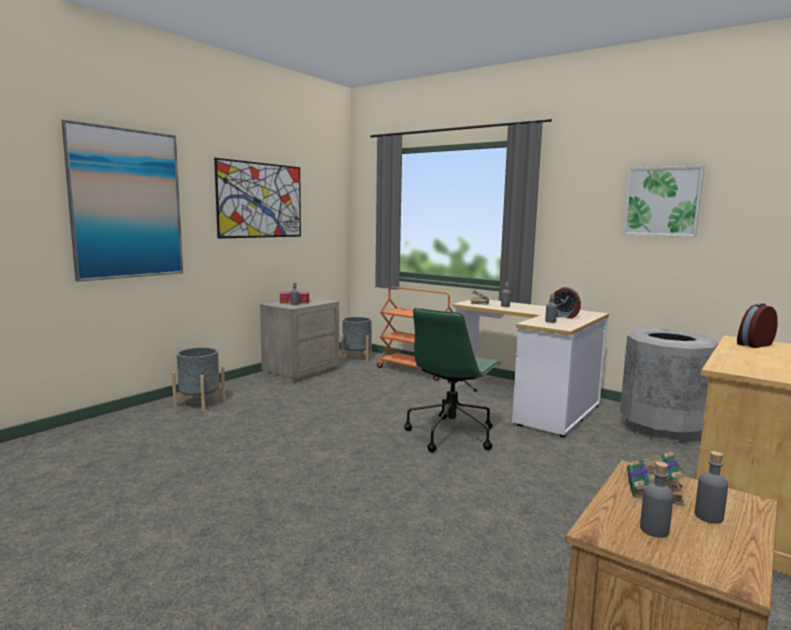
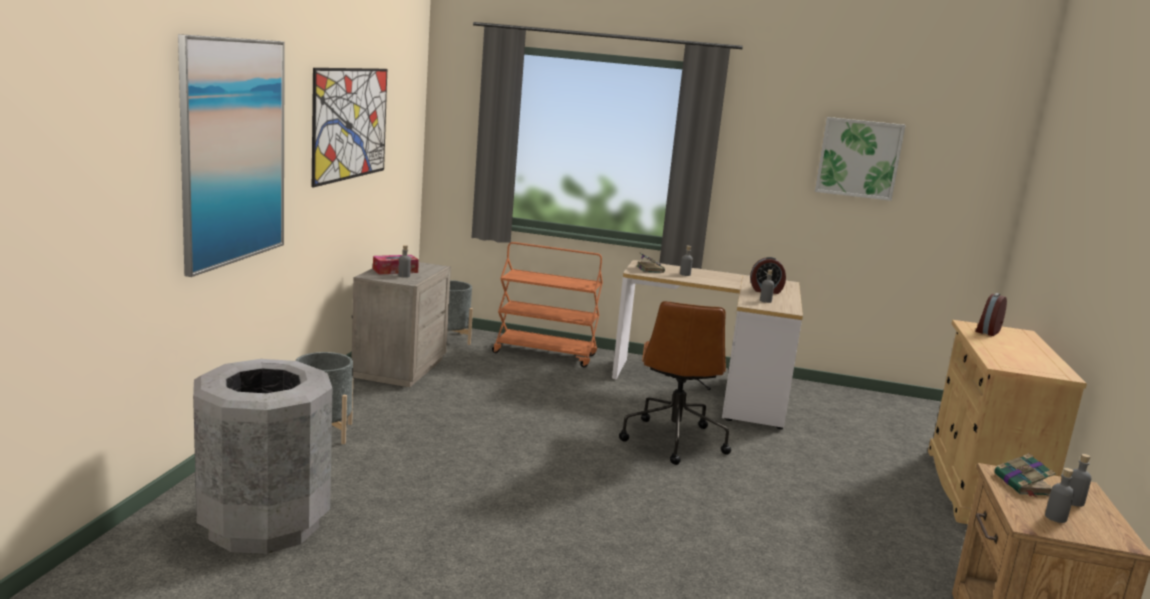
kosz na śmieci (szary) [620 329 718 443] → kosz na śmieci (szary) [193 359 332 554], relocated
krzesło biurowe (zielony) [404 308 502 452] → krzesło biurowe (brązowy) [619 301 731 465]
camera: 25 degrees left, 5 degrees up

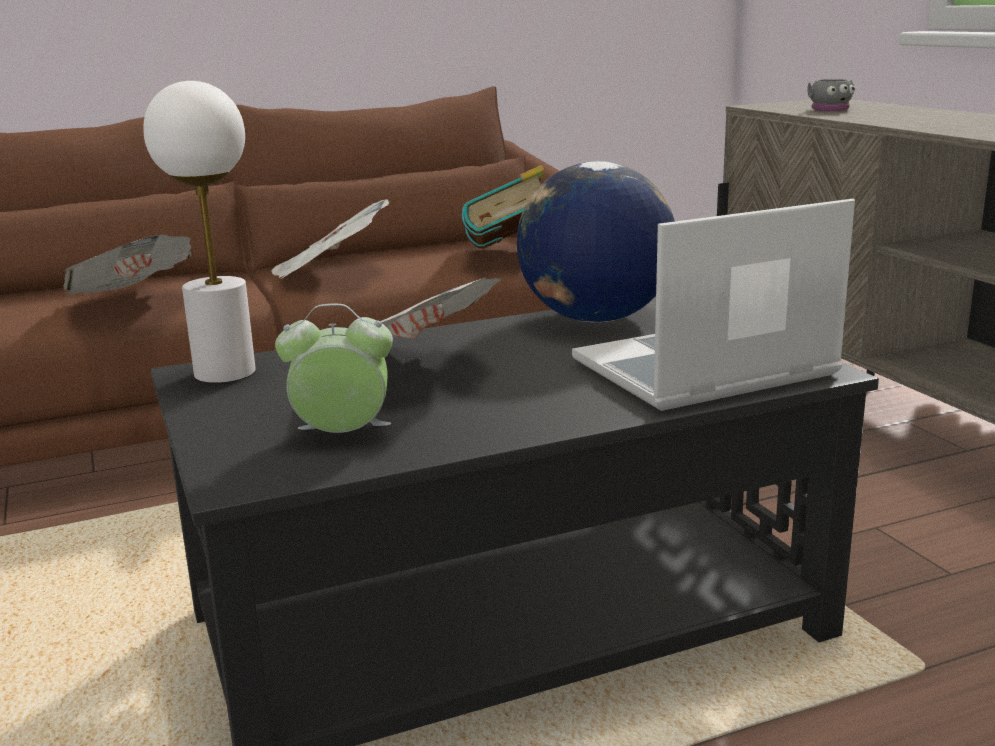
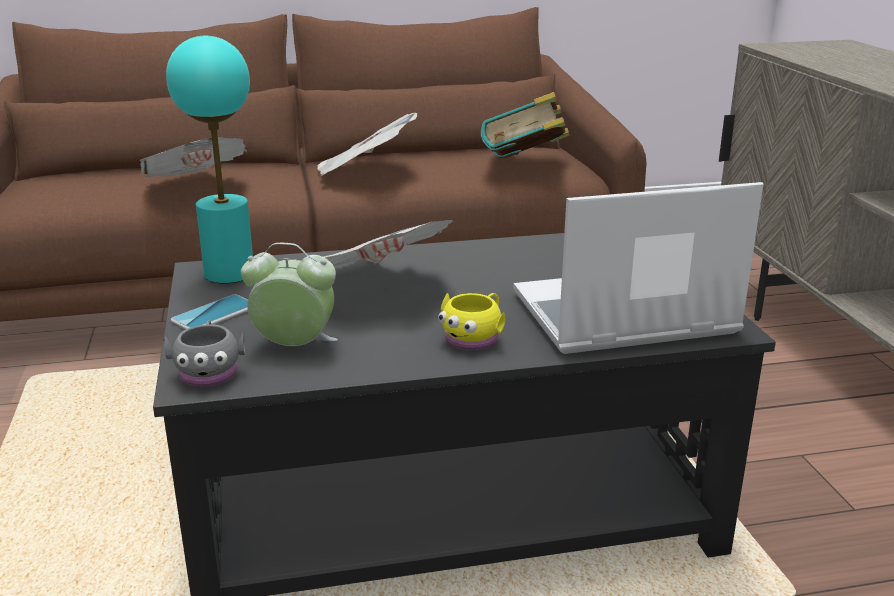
kubek (szary) [807 79 855 111] → kubek (szary) [165 320 245 387], relocated
lampa stołowa (biały) [143 81 256 383] → lampa stołowa (turkusowy) [166 36 253 284]
- → telefon [171 294 248 329]
- → kubek (żółty) [438 293 505 351]
globus [517 161 675 322] → -
camera: 10 degrees right, 5 degrees up

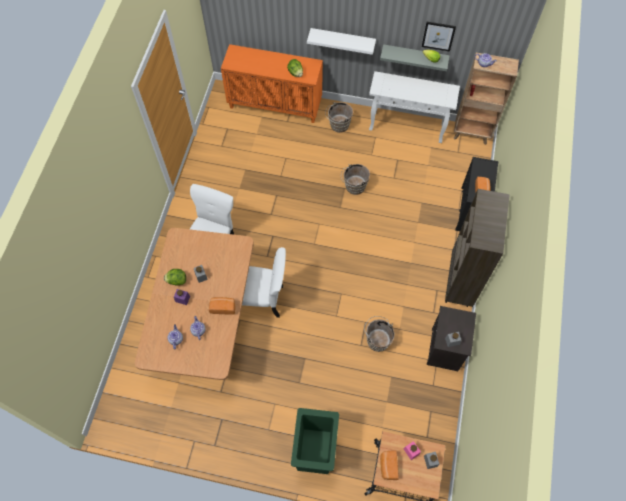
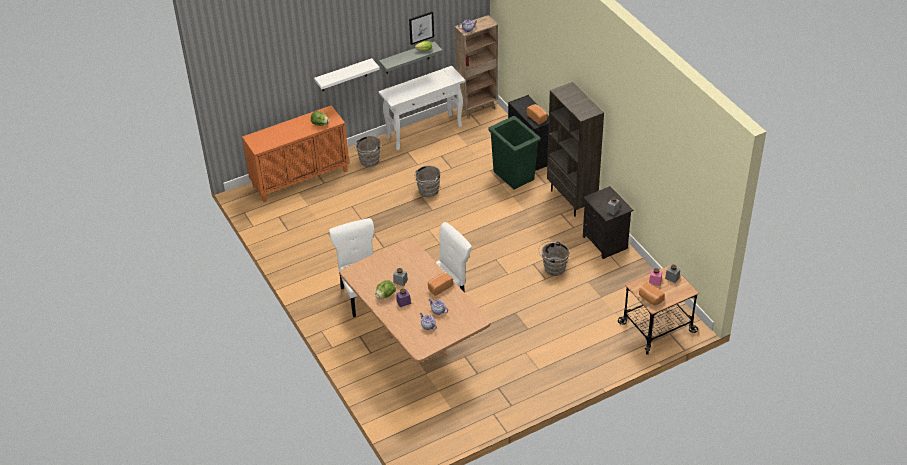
kosz na śmieci (zielony) [291 408 339 474] → kosz na śmieci (zielony) [488 116 541 189], relocated
camera: 40 degrees left, 20 degrees down

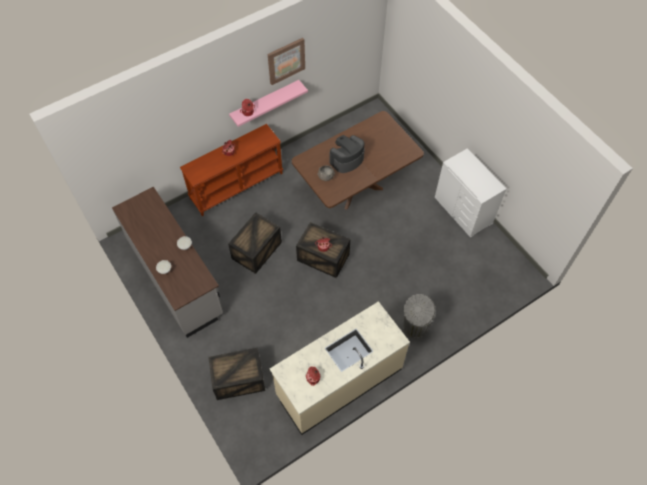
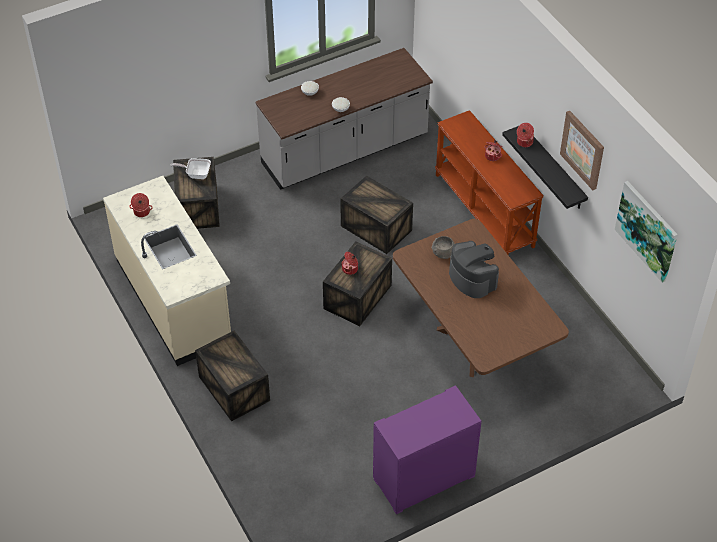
- → patelnia [170 158 211 179]
kosz na śmieci (szary) [404 294 435 339] → skrzynka [195 331 270 421]
komoda (biały) [435 148 506 237] → komoda (fioletowy) [373 385 482 514]
półka (różowy) [229 80 308 127] → półka (czarny) [502 126 588 209]
- → obraz [615 181 678 283]
camera: 95 degrees right, 10 degrees down

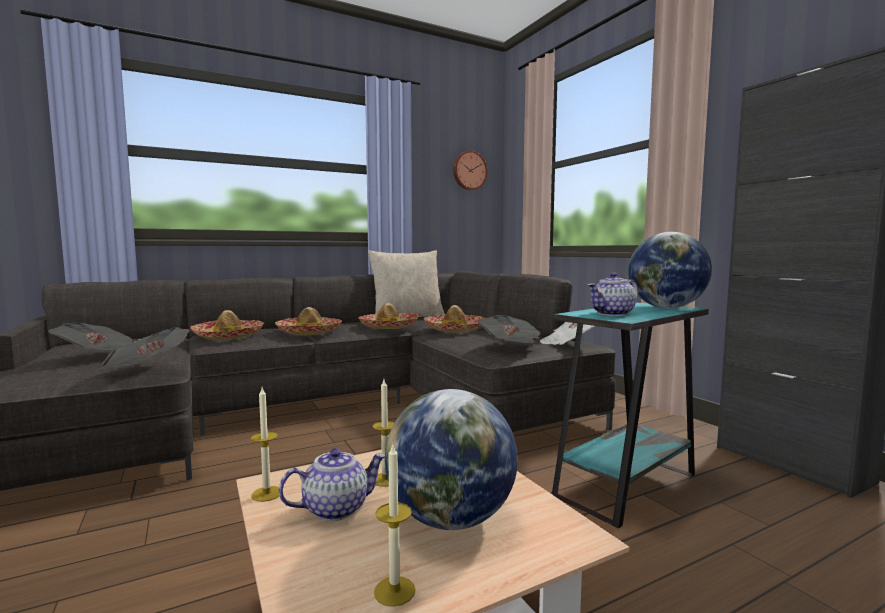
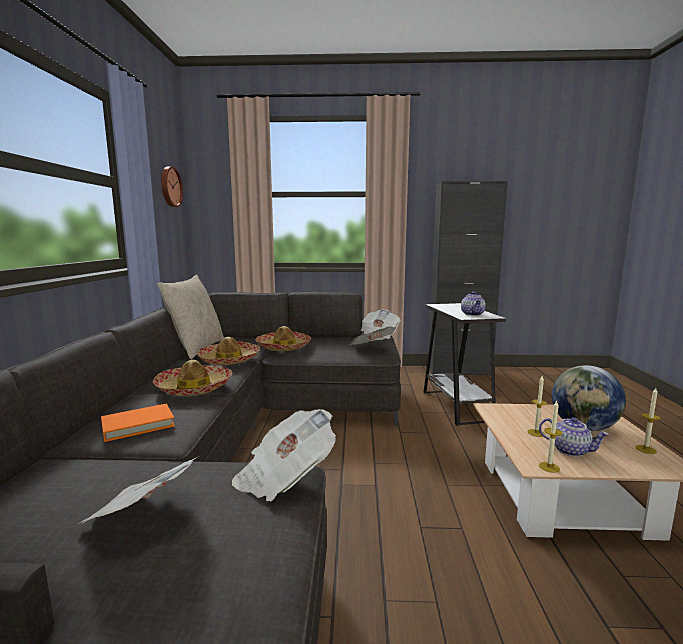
kapelusz [190 310 265 340] → książka (pomarańczowy) [101 404 175 442]
stolik (turkusowy) [552 303 709 528] → stolik (biały) [424 303 506 425]
imbryk [279 448 385 521] → imbryk [539 417 609 457], 120 degrees clockwise
globus [628 232 712 308] → -
camera: 60 degrees left, 5 degrees up

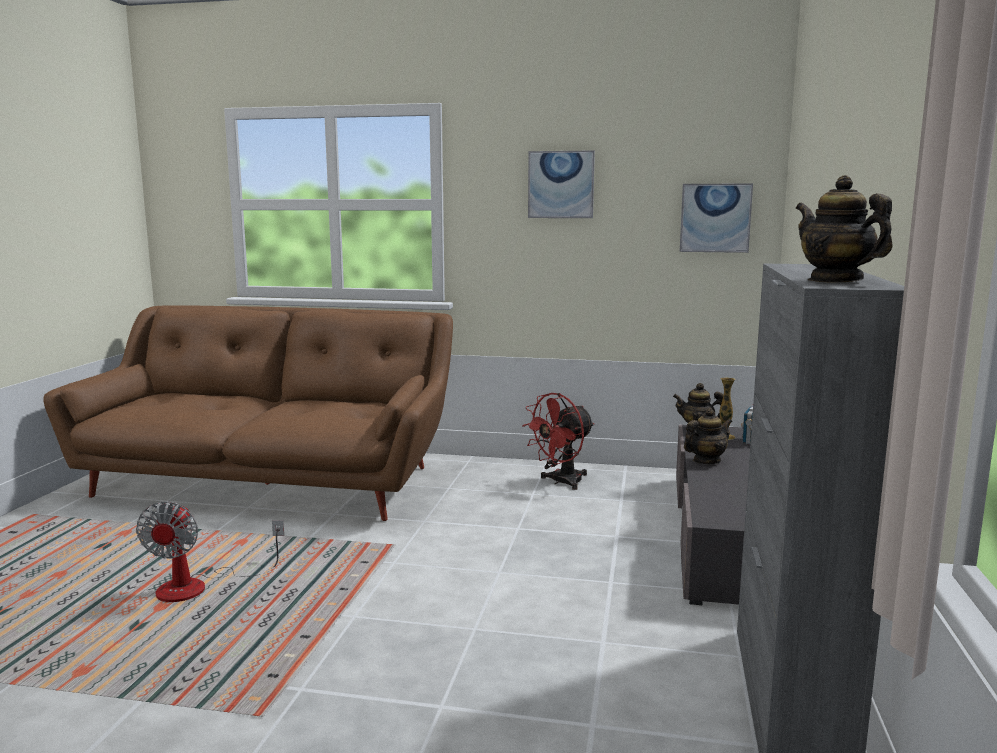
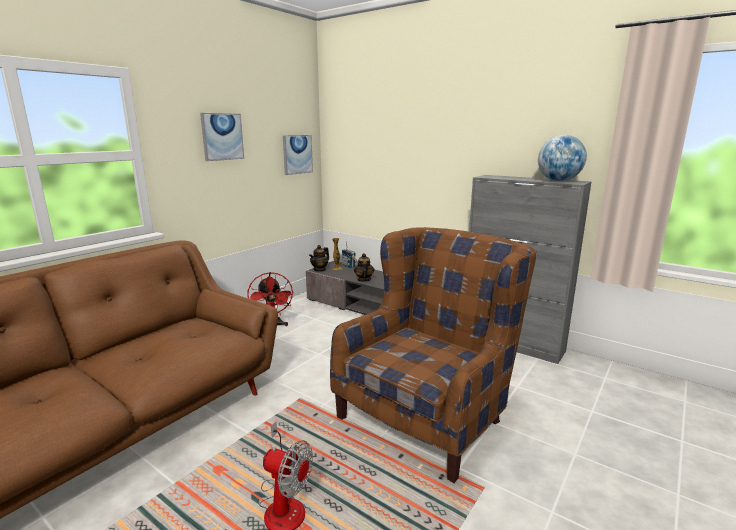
- → fotel (brązowy) [330 227 537 483]
imbryk [796 175 893 282] → globus [538 135 587 181]
camera: 65 degrees left, 5 degrees up

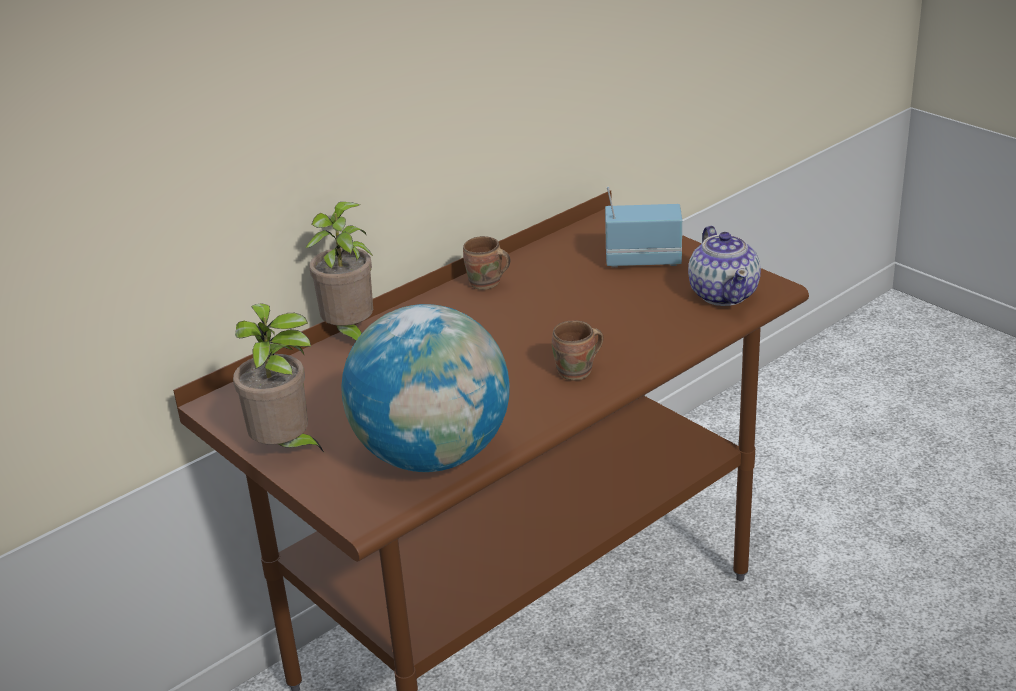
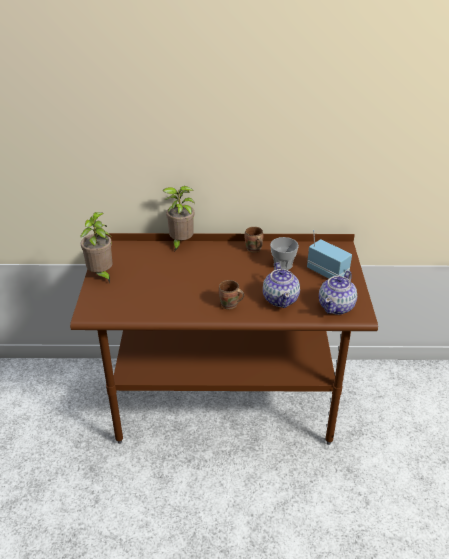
- → imbryk [263 262 300 308]
- → filiżanka [270 237 299 270]
globus [341 304 510 472] → -
camera: 40 degrees right, 5 degrees up

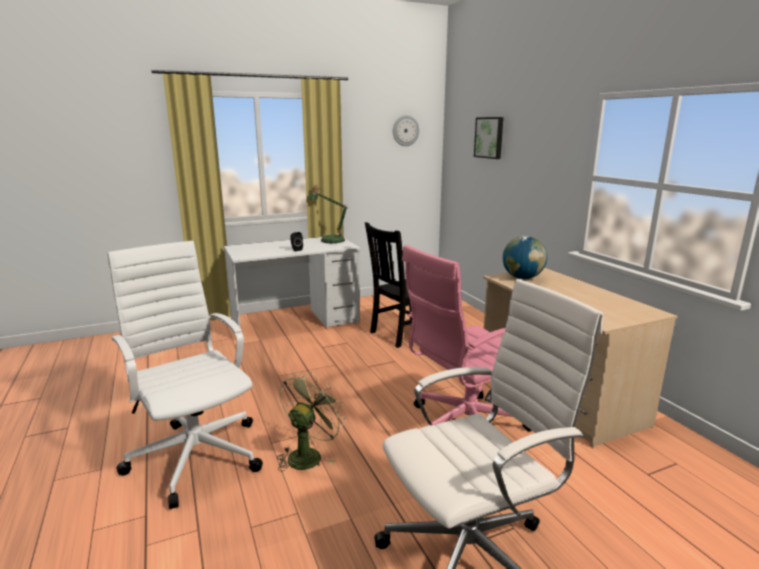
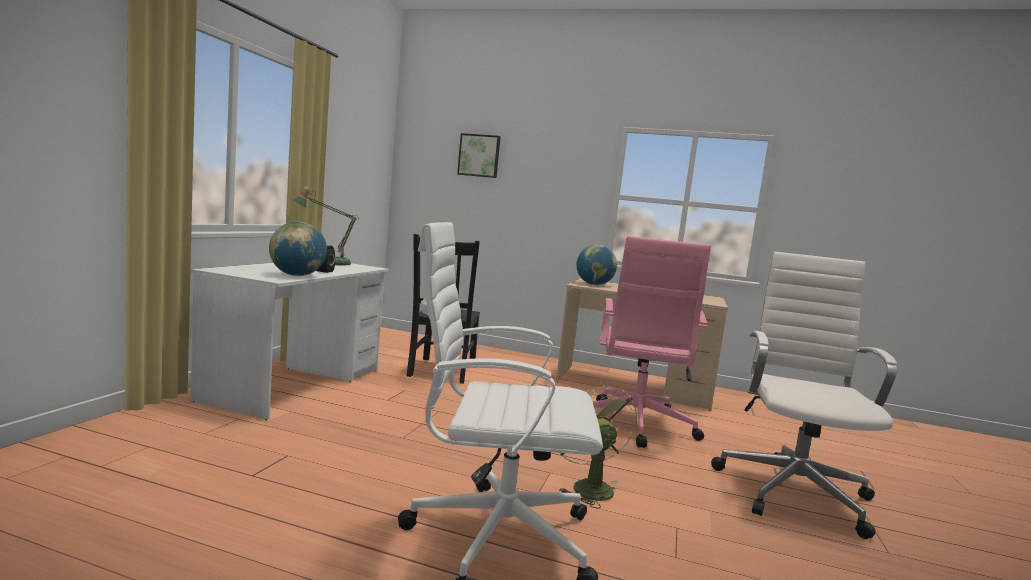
- → globus [269 222 327 276]
zegar ścienny [393 115 419 146] → -
camera: 50 degrees left, 10 degrees down

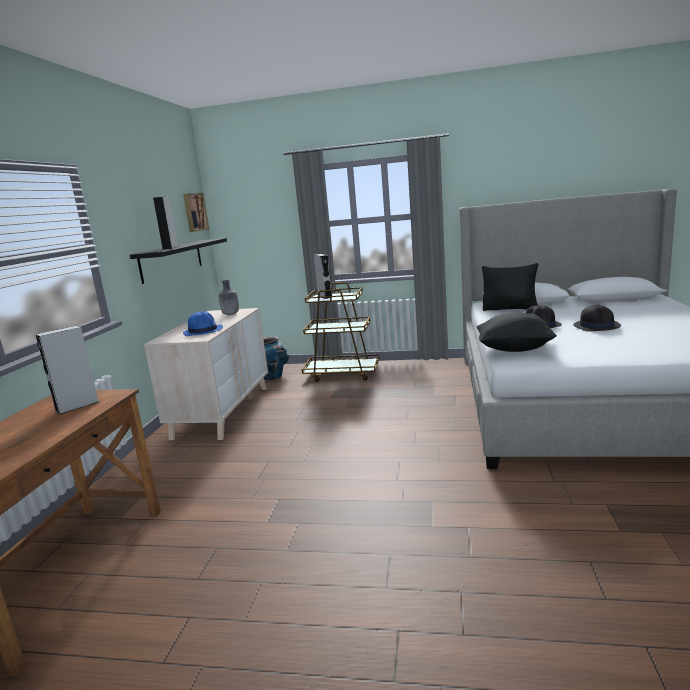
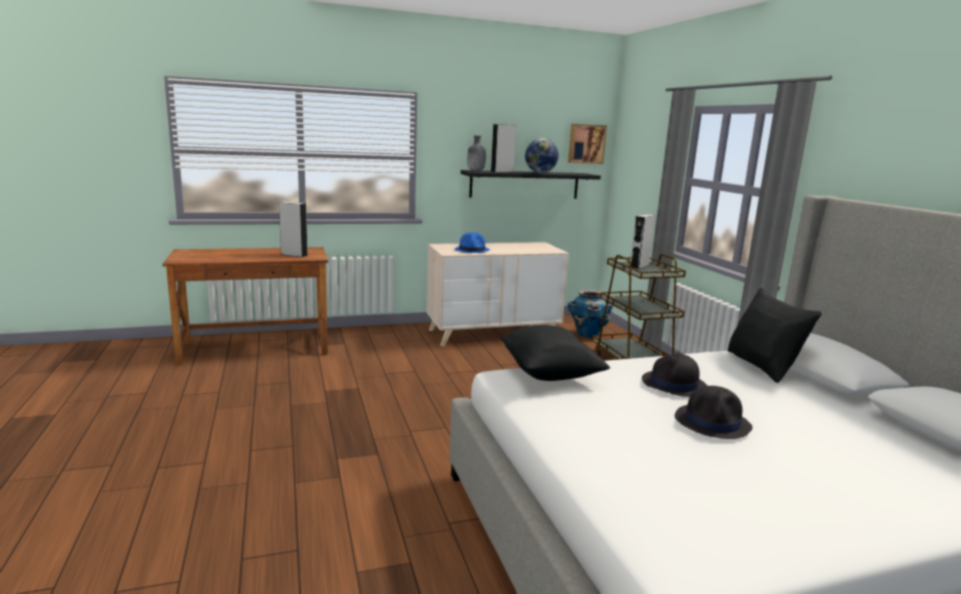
butelka (szary) [219 280 239 315] → butelka (szary) [467 135 486 171], relocated
- → globus [525 138 559 173]
camera: 60 degrees right, 0 degrees up

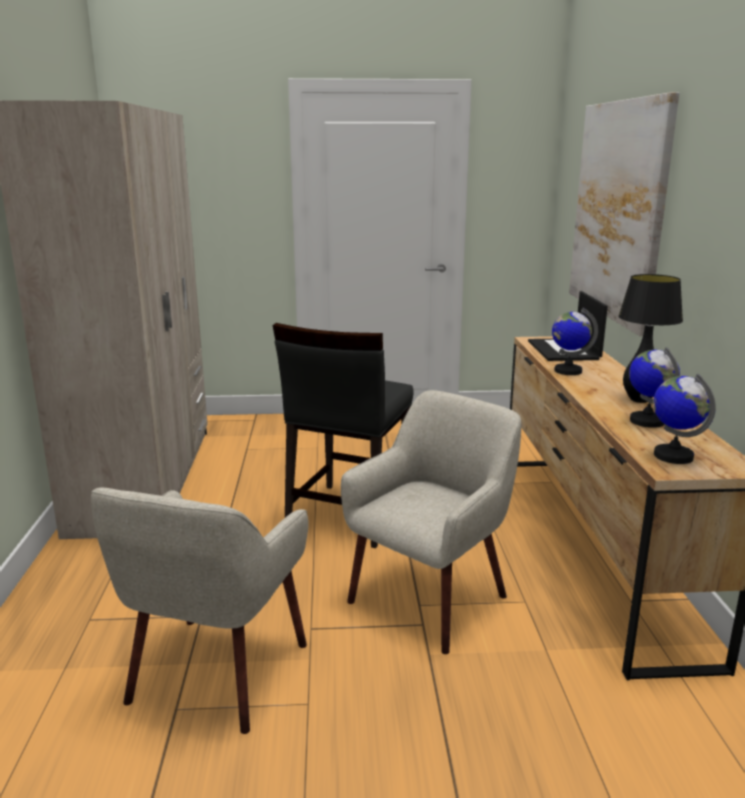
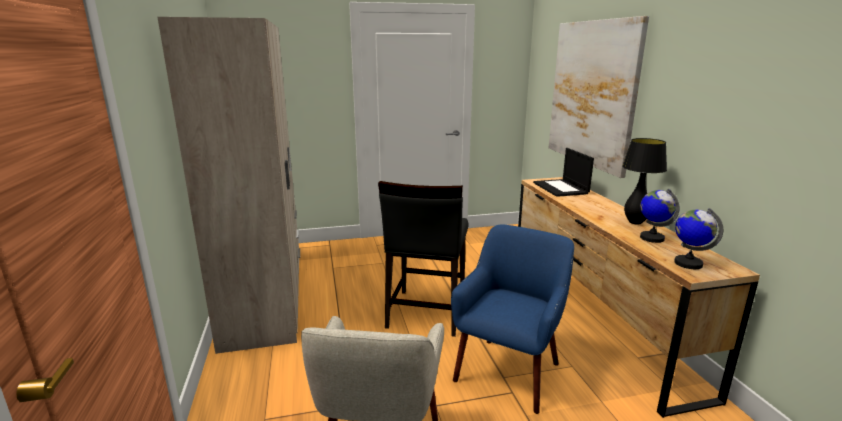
fotel (beżowy) [341 390 521 654] → fotel (niebieski) [451 225 574 414]
globus [552 308 598 375] → -
camera: 10 degrees left, 0 degrees up

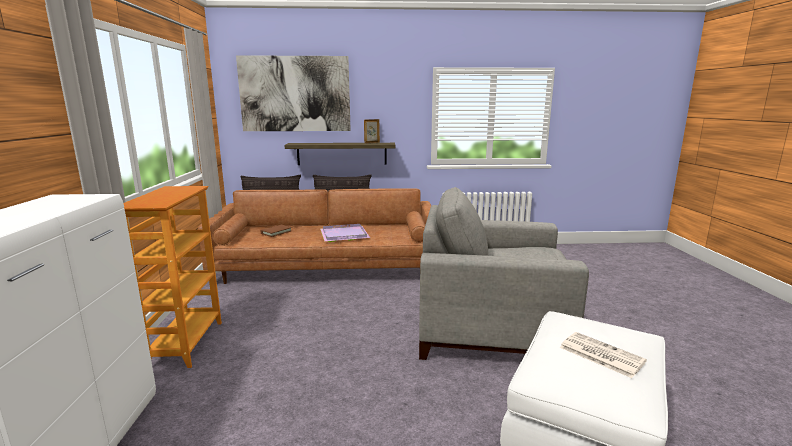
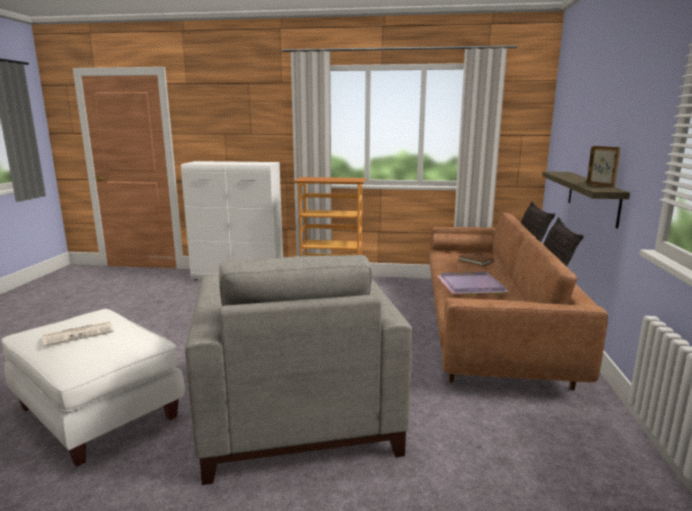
fotel (szary) [419 187 589 360] → fotel (szary) [185 255 413 485], 150 degrees clockwise
obraz [236 55 351 131] → -
camera: 100 degrees right, 0 degrees up

